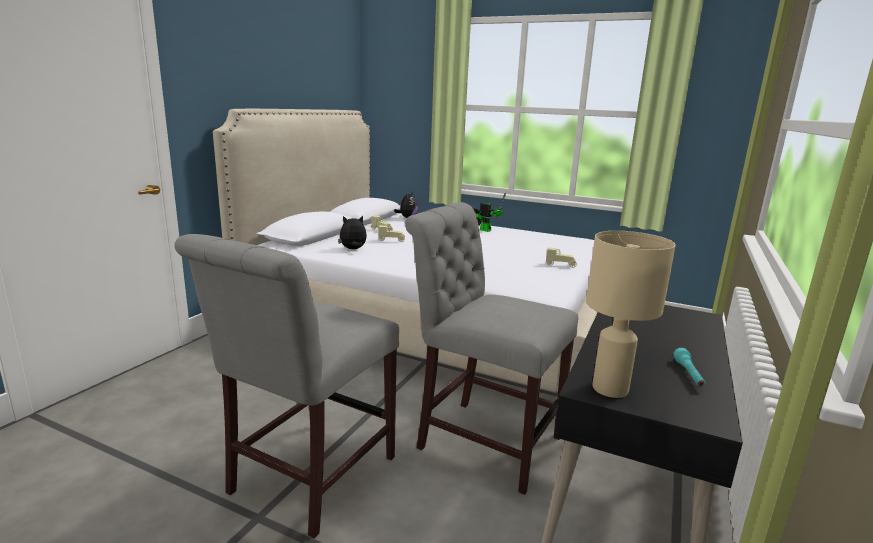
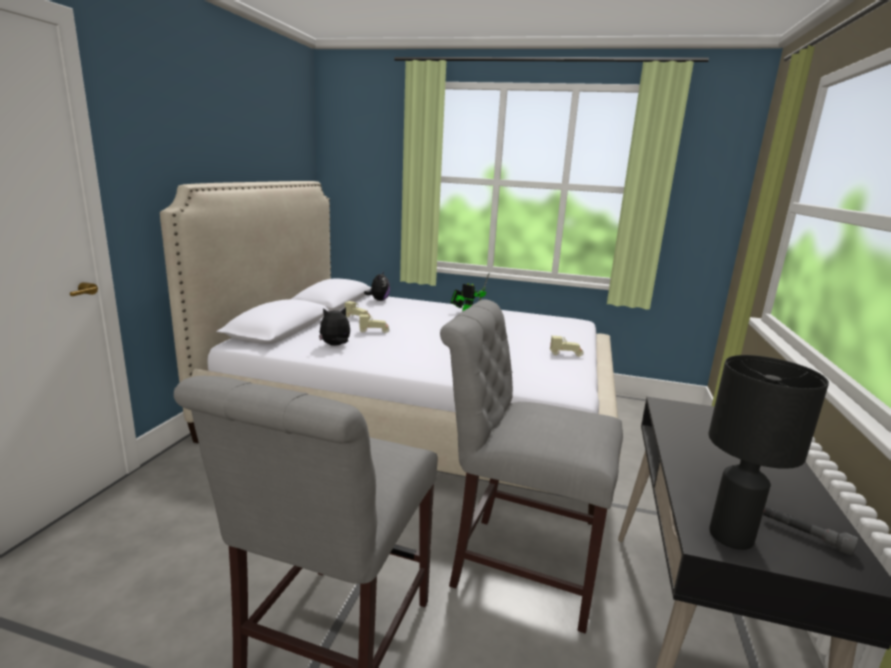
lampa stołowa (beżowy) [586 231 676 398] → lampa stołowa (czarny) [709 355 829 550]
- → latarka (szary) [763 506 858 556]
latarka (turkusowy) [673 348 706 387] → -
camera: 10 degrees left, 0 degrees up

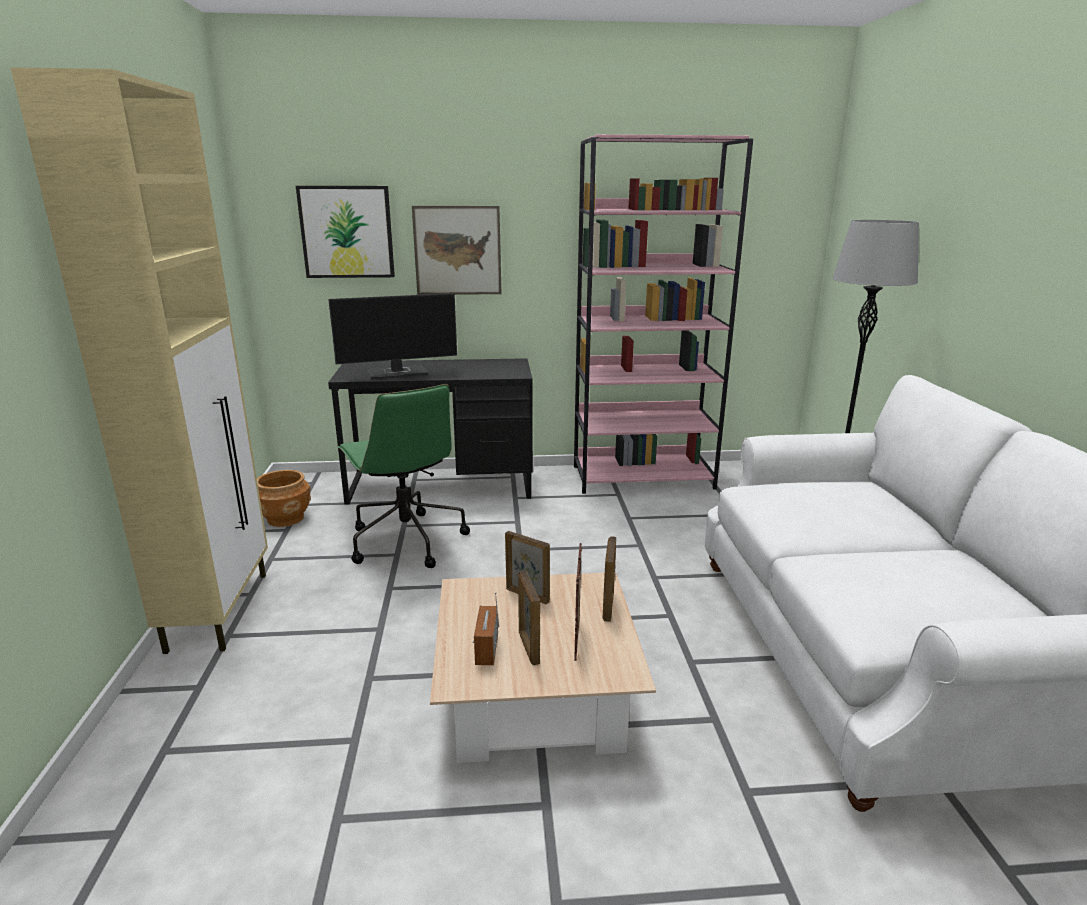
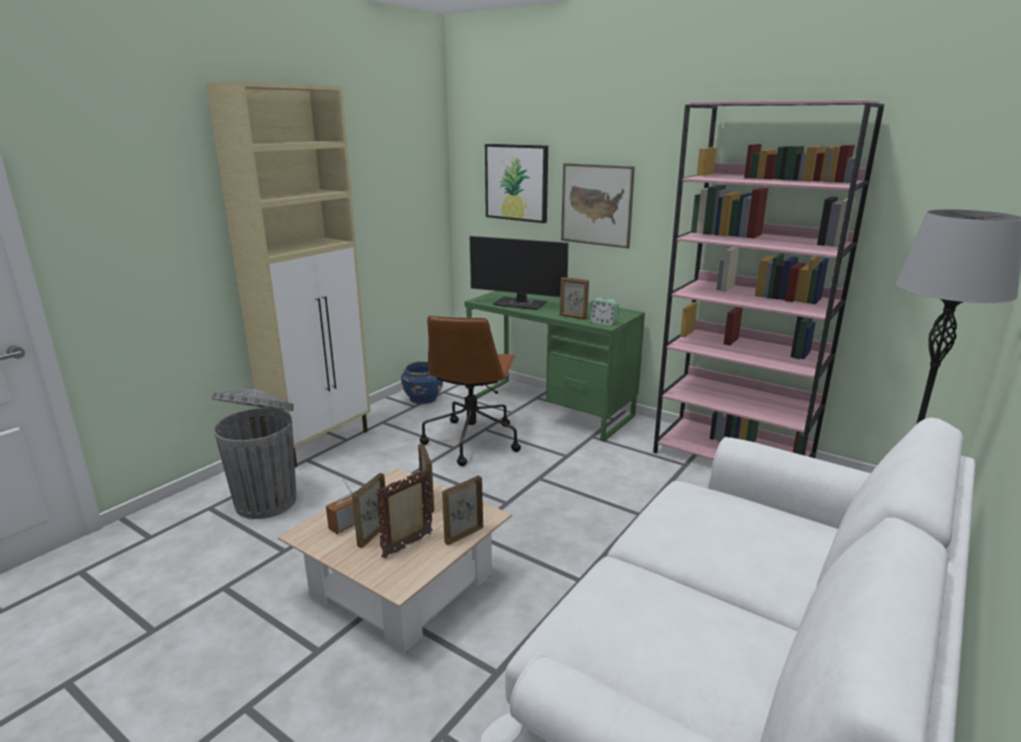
- → kosz na śmieci (szary) [211 389 296 519]
donica (brązowy) [257 470 311 527] → donica (niebieski) [401 361 443 404]
krzesło biurowe (zielony) [338 384 470 568] → krzesło biurowe (brązowy) [420 316 521 466]
biurko (czarny) [328 358 533 505] → biurko (zielony) [465 291 645 442]
- → ramka na zdjęcie [560 277 589 320]
- → budzik [590 298 619 326]
camera: 40 degrees right, 0 degrees up

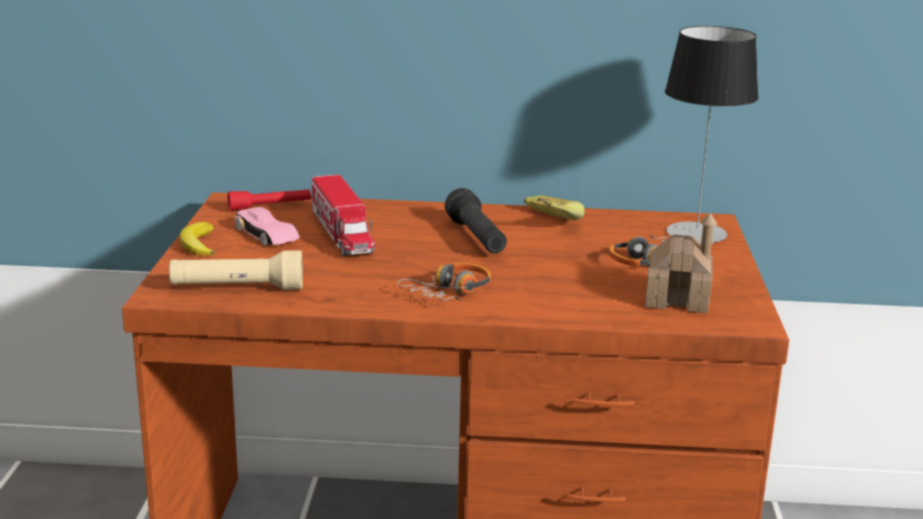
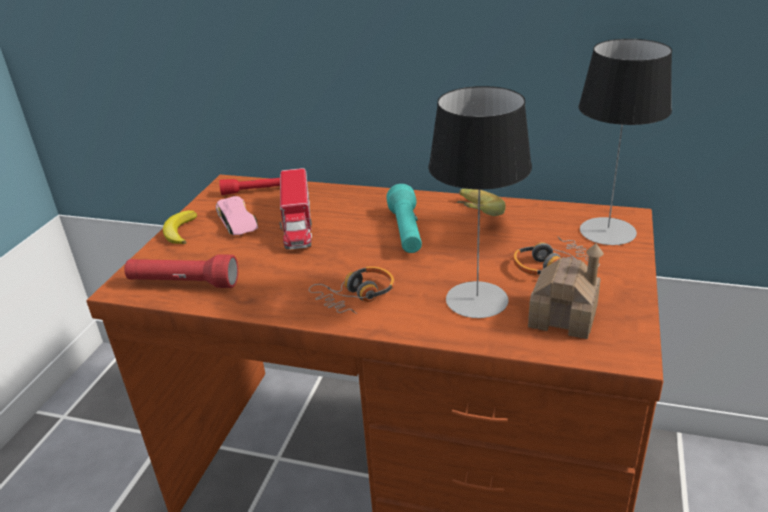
latarka (beżowy) [169 250 303 290] → latarka (czerwony) [124 254 238 288]
latarka (czarny) [445 188 507 253] → latarka (turkusowy) [386 184 422 253]
- → lampa stołowa [428 86 532 318]
camera: 15 degrees right, 10 degrees up

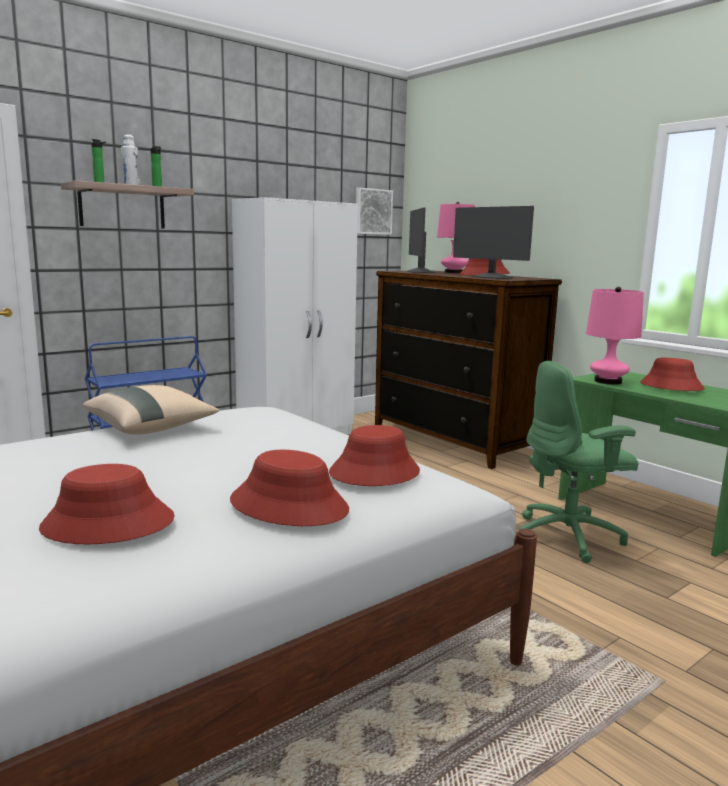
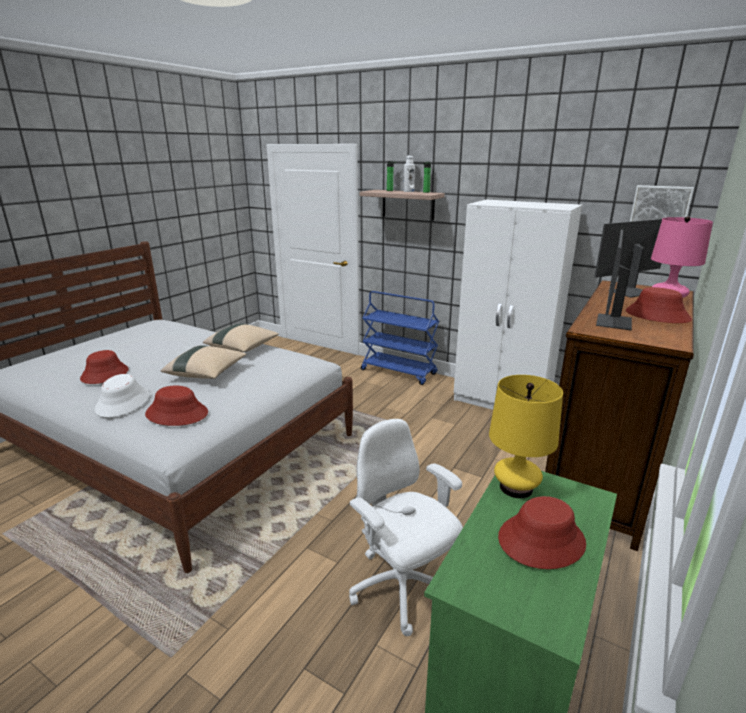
kapelusz (czerwony) [230 450 349 526] → kapelusz (biały) [95 374 149 417]
- → poduszka (beżowy) [161 345 247 379]
krzesło biurowe (zielony) [519 361 638 563] → krzesło biurowe (biały) [349 419 463 636]
lampa stołowa (różowy) [586 287 644 385] → lampa stołowa (żółty) [489 375 563 498]
camera: 70 degrees right, 10 degrees up

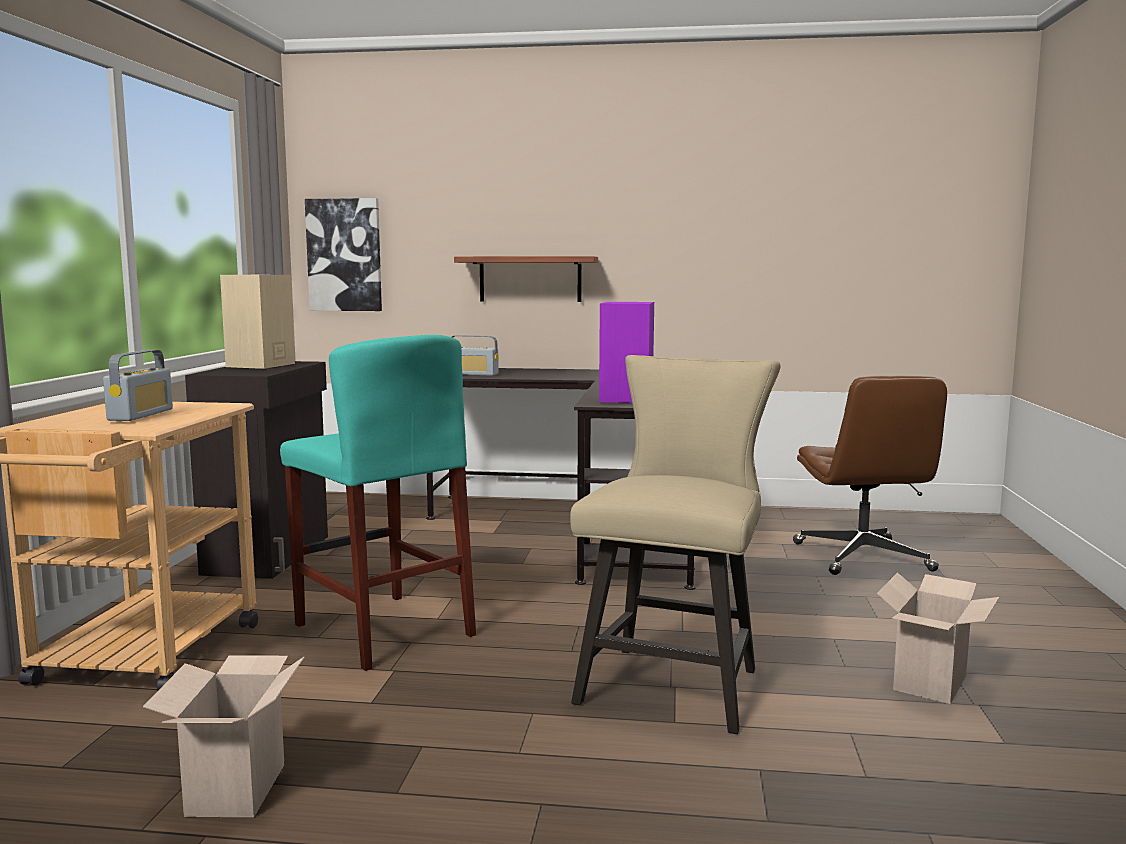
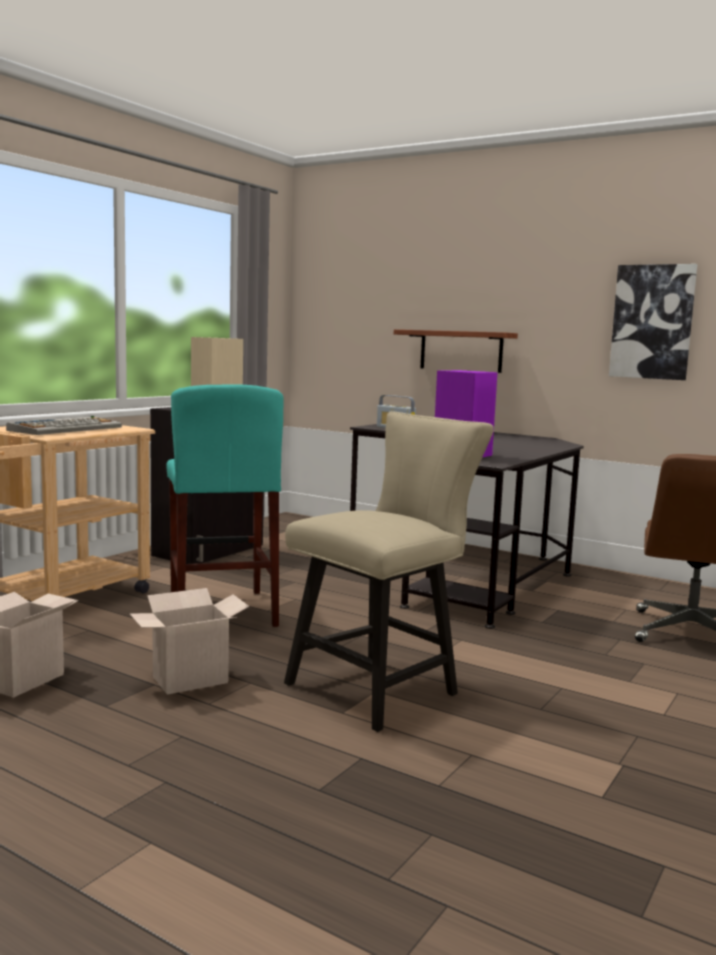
radio [103 350 173 421] → klawiatura [6 416 122 435]
karton [877 572 999 704] → karton [129 588 249 695], relocated
obraz [305 198 382 311] → obraz [609 264 697 380], relocated
camera: 25 degrees right, 0 degrees up

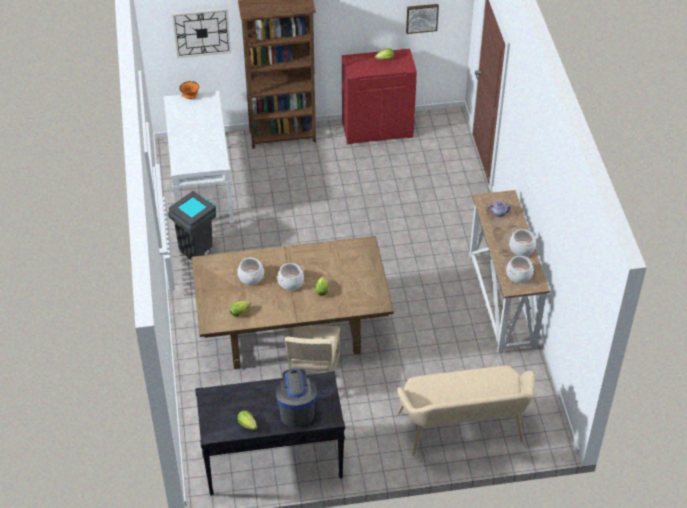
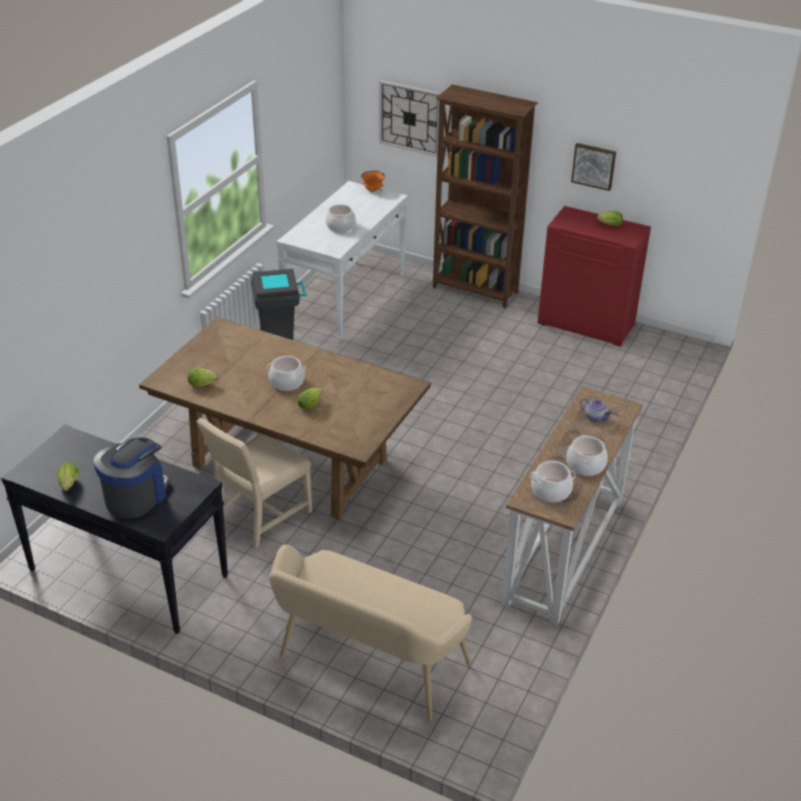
garnek [237 257 264 285] → garnek [325 204 356 232], relocated
obraz [406 4 439 34] → obraz [571 143 616 191], relocated
camera: 35 degrees right, 10 degrees down

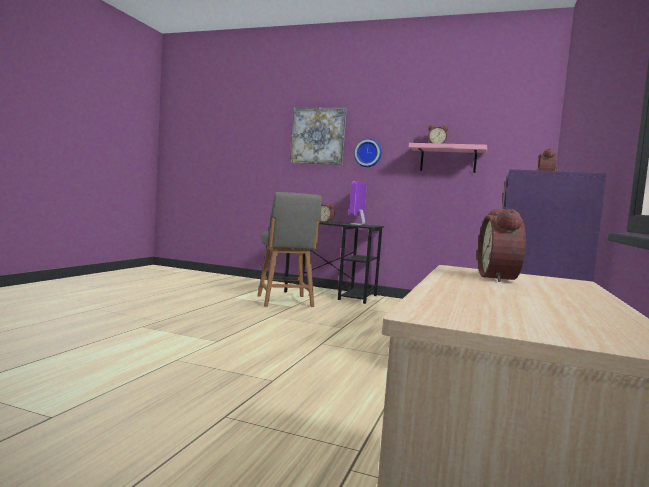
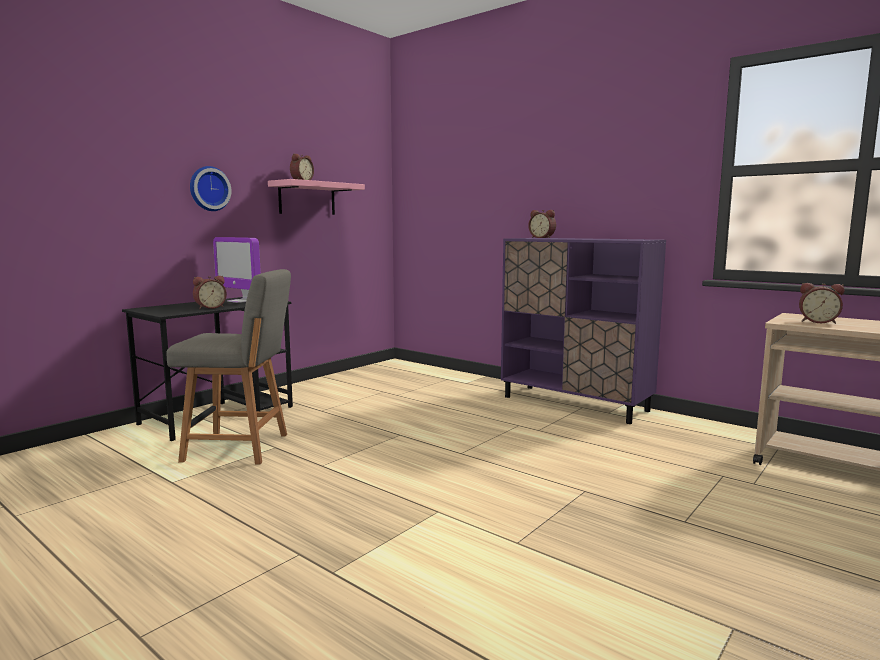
obraz [290 108 346 165] → -
camera: 70 degrees left, 5 degrees up

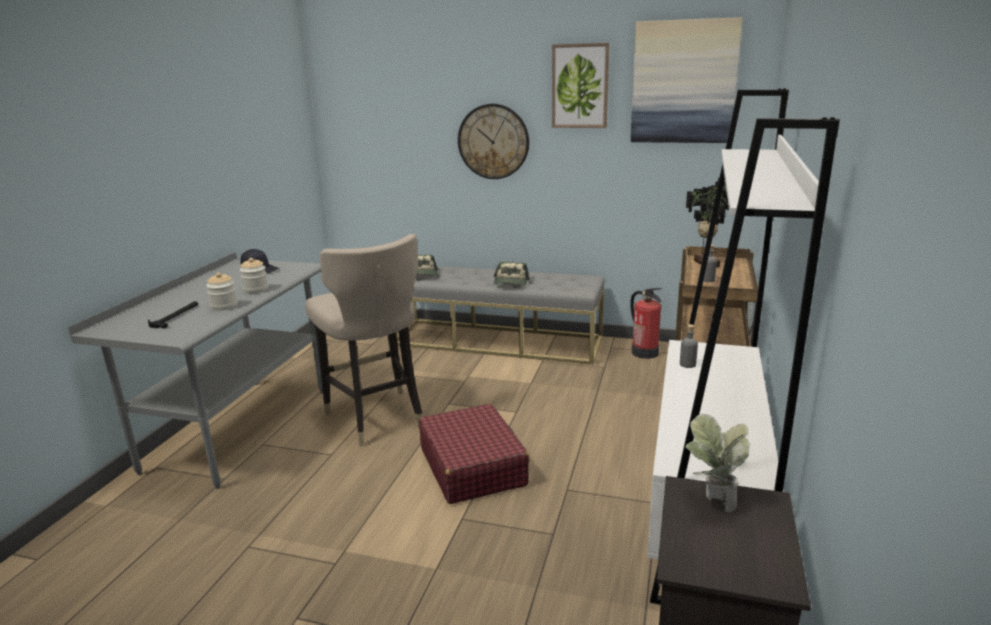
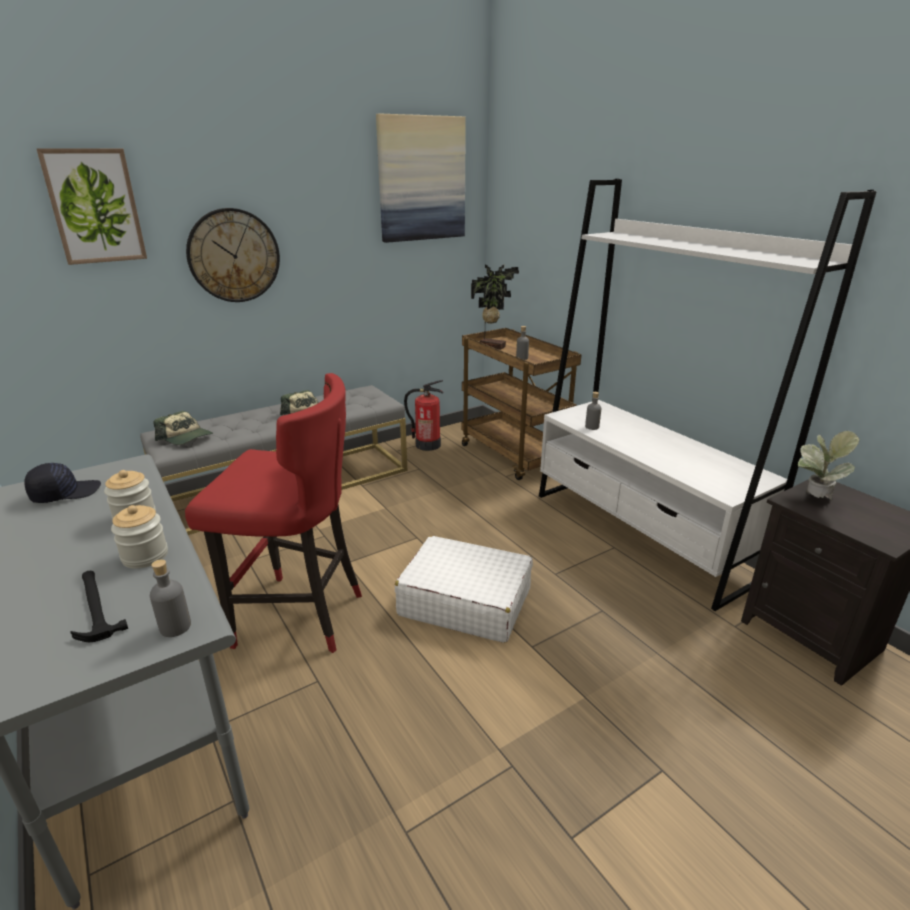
obraz [552 43 609 128] → obraz [36 148 147 265], relocated
- → butelka (szary) [150 559 191 637]
stołek (beżowy) [305 234 423 446] → stołek (czerwony) [185 373 362 653]
walizka (czerwony) [419 404 530 504] → walizka (biały) [395 536 533 643]
camera: 50 degrees left, 5 degrees up

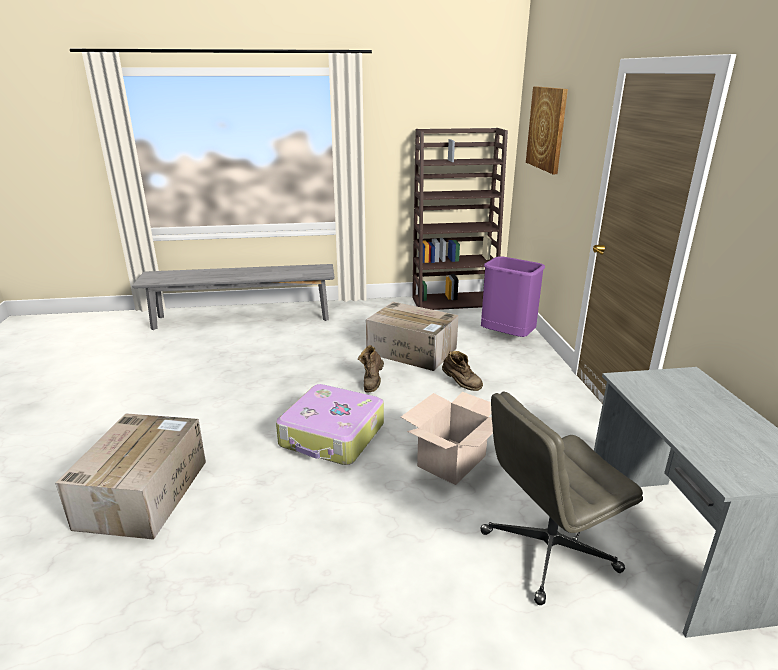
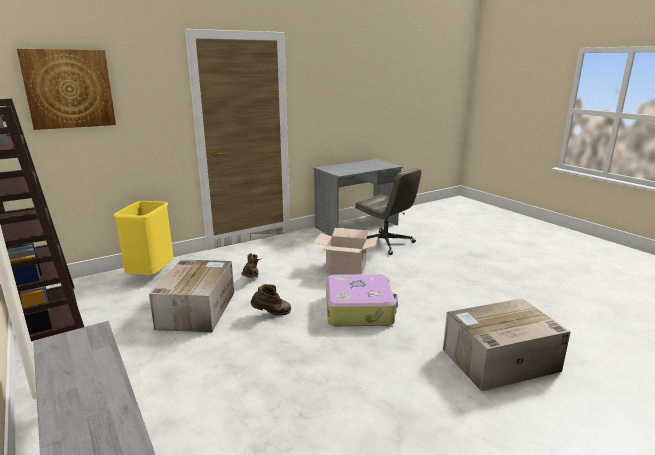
kosz na śmieci (fioletowy) [481 256 545 337] → kosz na śmieci (żółty) [114 201 173 275]
camera: 115 degrees left, 5 degrees down

